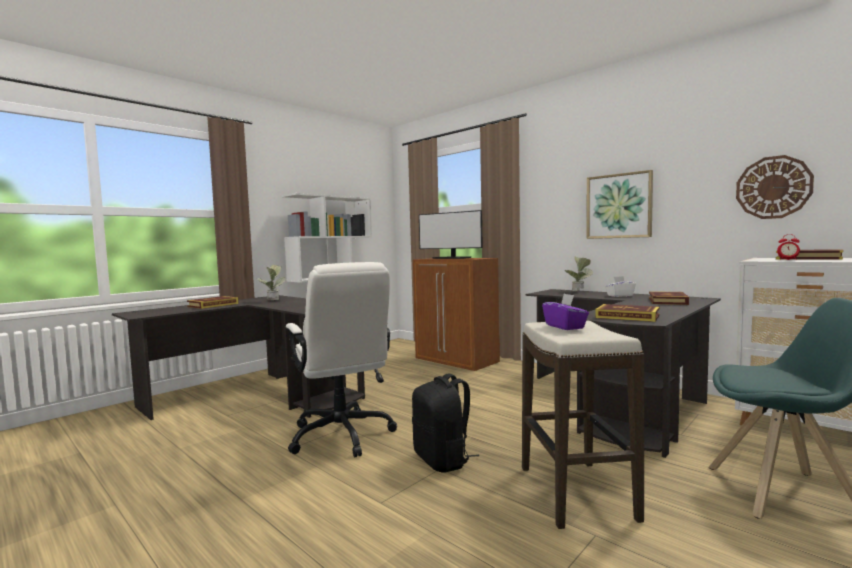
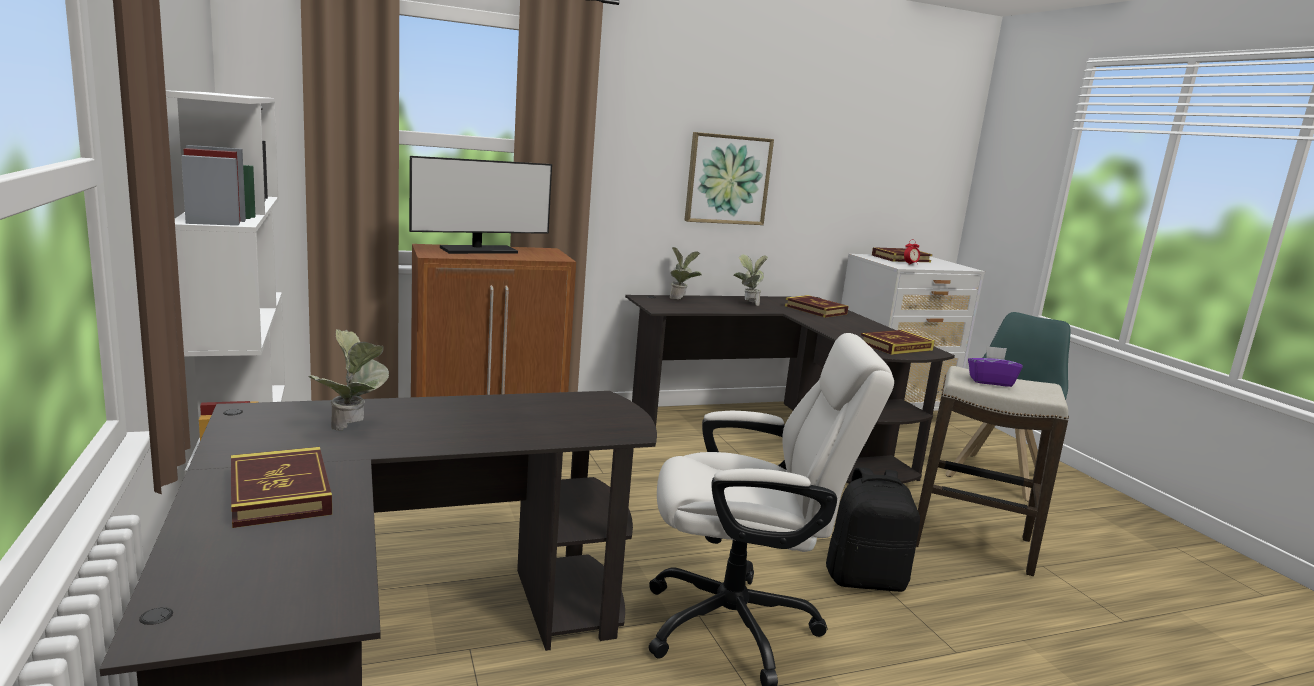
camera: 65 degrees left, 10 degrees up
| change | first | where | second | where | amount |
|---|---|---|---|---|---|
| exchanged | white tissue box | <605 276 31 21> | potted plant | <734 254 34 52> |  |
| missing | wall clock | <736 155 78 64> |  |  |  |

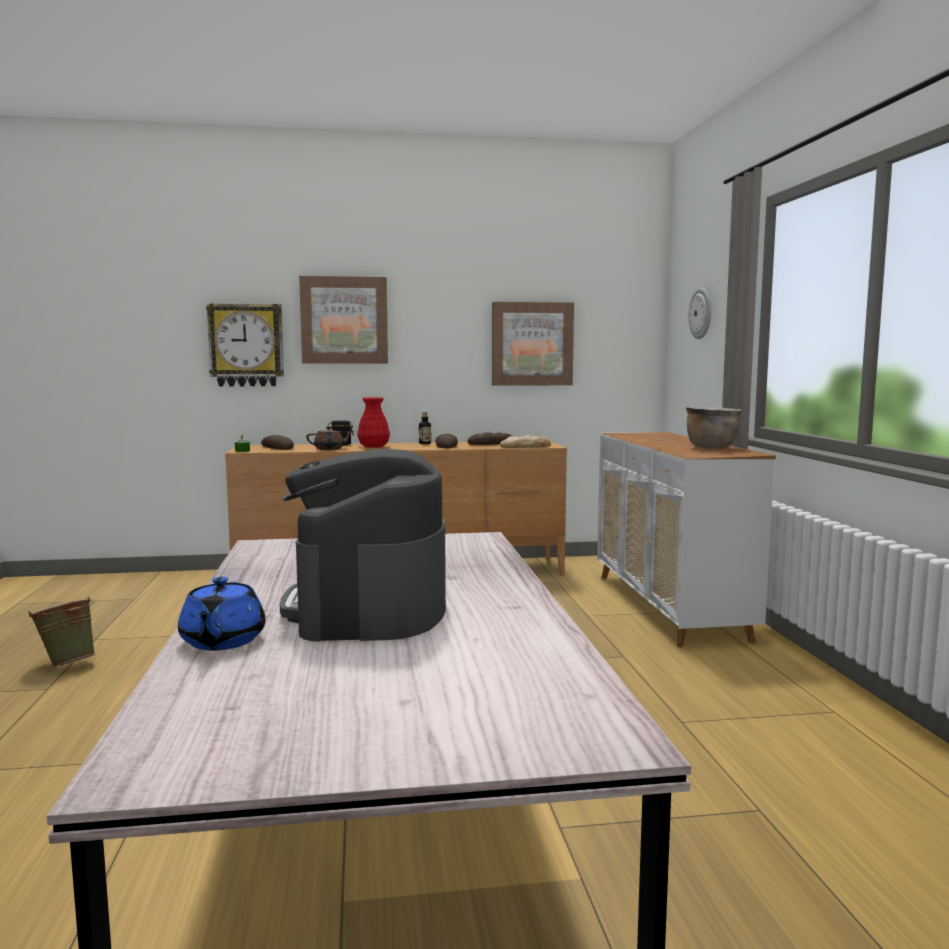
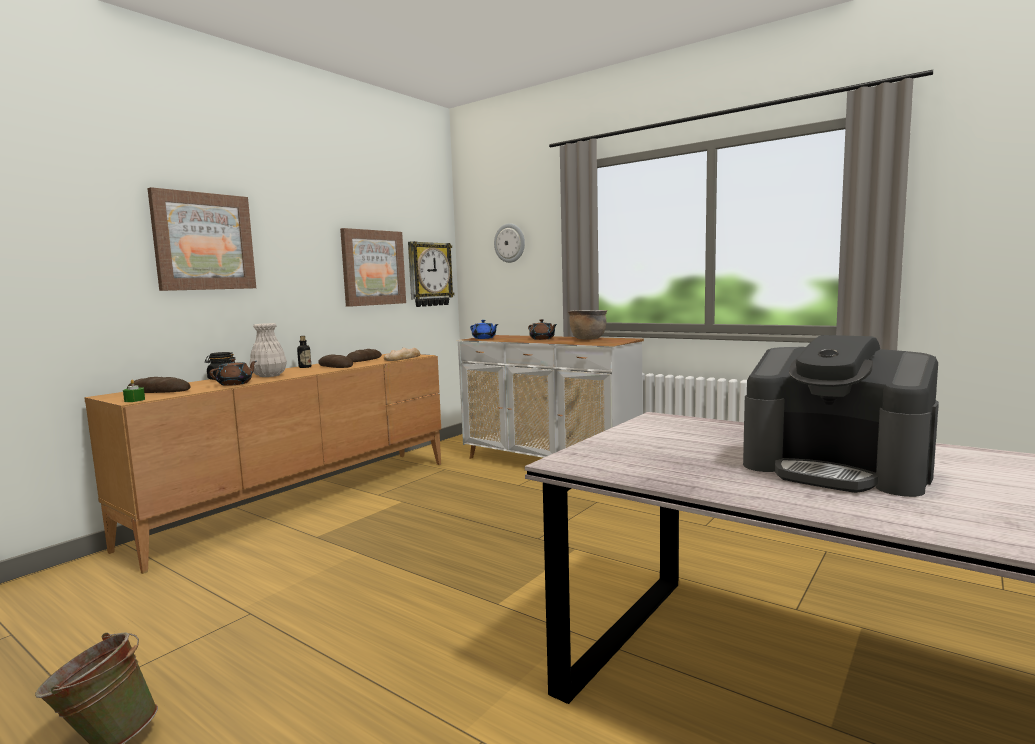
camera: 45 degrees left, 0 degrees up
| change | first | where | second | where | amount |
|---|---|---|---|---|---|
| relocated | blue teapot | <178 577 88 73> |  | <470 320 28 19> |  |
| relocated | wall clock | <206 303 78 84> |  | <408 241 47 66> |  |
| colour | red vase | <357 397 33 51> | white vase | <249 323 38 54> |  |
| appeared |  |  | brown teapot | <528 319 29 21> |  |

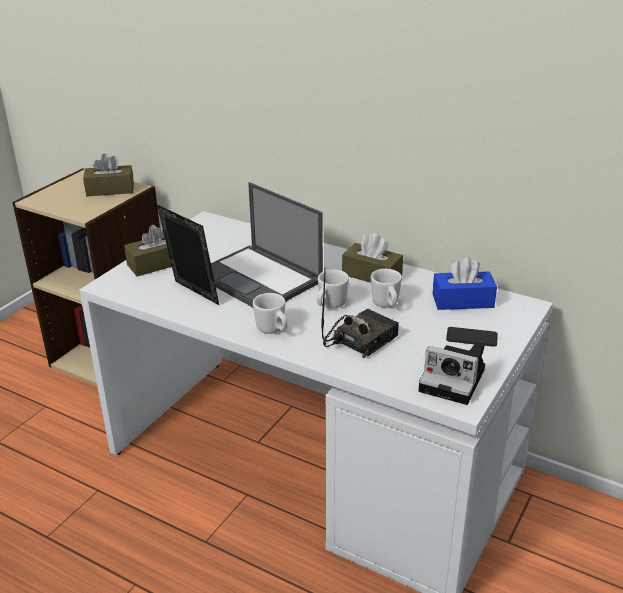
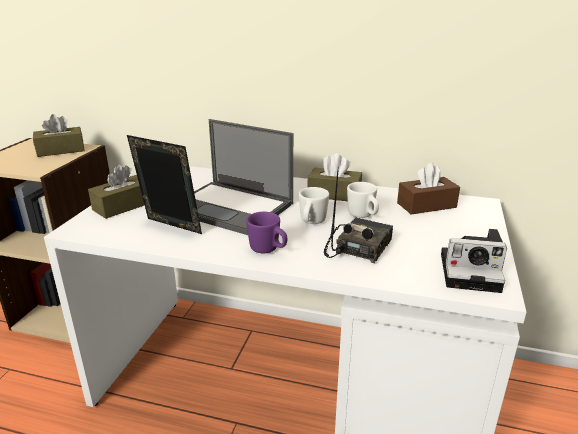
camera: 15 degrees left, 5 degrees down
| change | first | where | second | where | amount |
|---|---|---|---|---|---|
| colour | white mug | <253 293 35 41> | purple mug | <246 212 41 41> |  |
| colour | blue tissue box | <433 257 64 53> | brown tissue box | <397 163 63 51> |  |
| missing | phone | <446 327 52 20> |  |  |  |

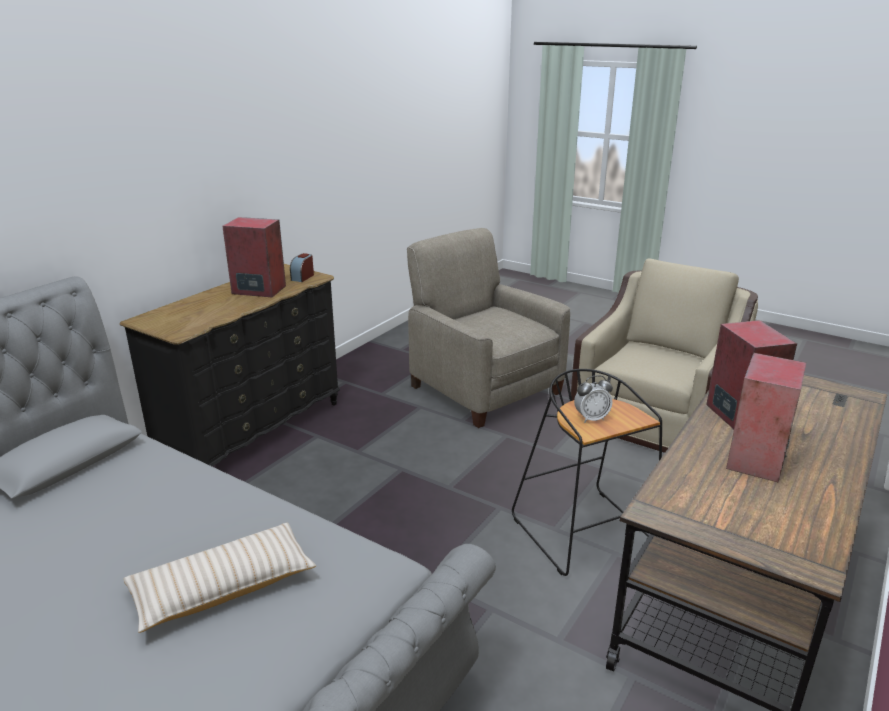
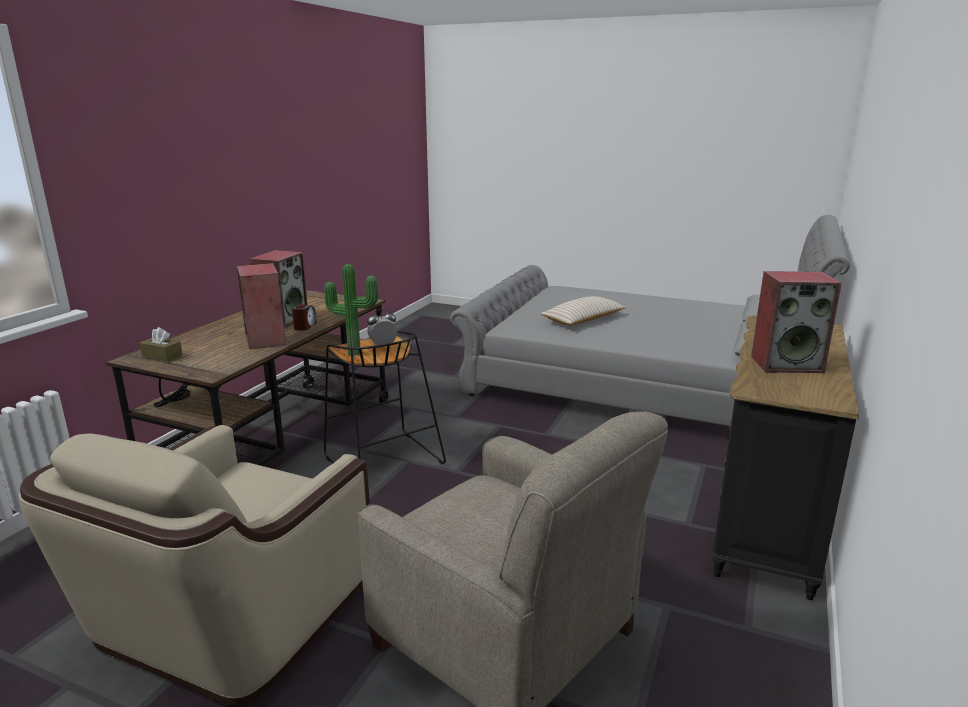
camera: 170 degrees right, 5 degrees down
| change | first | where | second | where | amount |
|---|---|---|---|---|---|
| relocated | alarm clock | <290 253 24 29> |  | <292 304 25 27> |  |
| appeared |  |  | brown tissue box | <139 327 44 35> |  |
| appeared |  |  | potted plant | <324 264 55 92> |  |

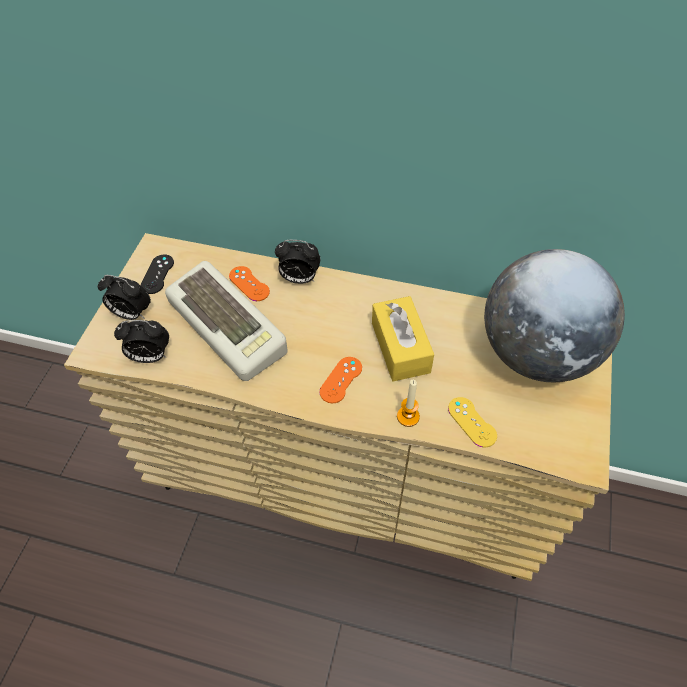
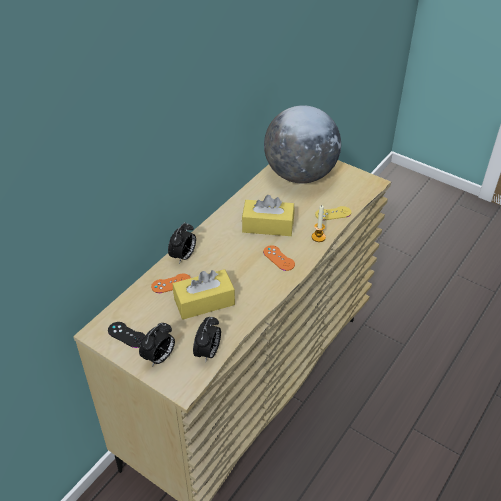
camera: 70 degrees left, 10 degrees down
| change | first | where | second | where | amount |
|---|---|---|---|---|---|
| exchanged | keyboard | <165 261 123 120> | yellow tissue box | <173 269 62 50> |  |

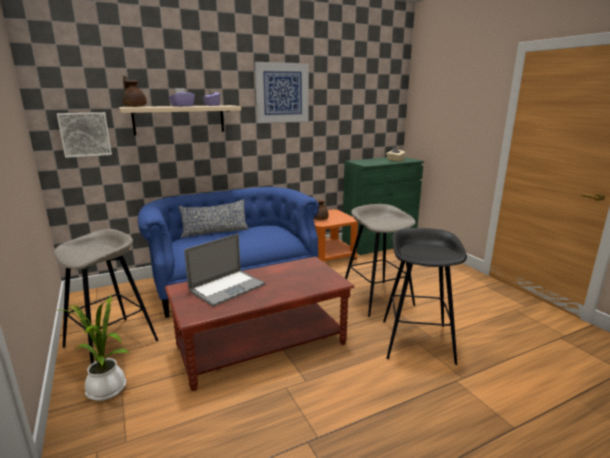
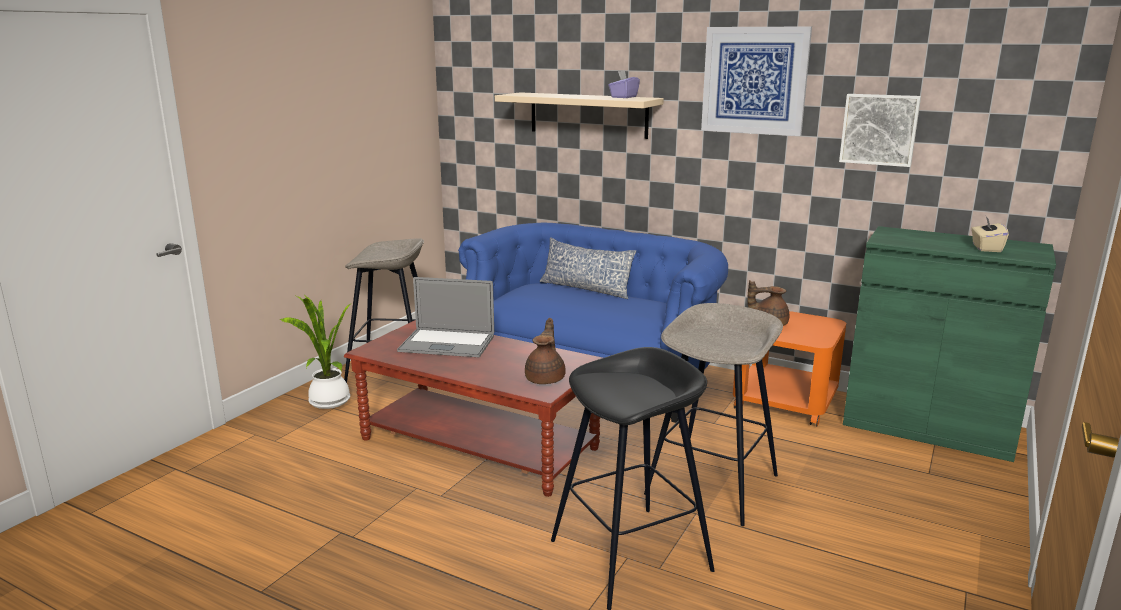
camera: 55 degrees right, 0 degrees up
| change | first | where | second | where | amount |
|---|---|---|---|---|---|
| relocated | picture | <57 112 55 46> |  | <839 94 82 73> |  |
| relocated | brown teapot | <123 75 24 32> |  | <525 318 41 66> |  |
| missing | purple tissue box | <169 88 26 19> |  |  |  |

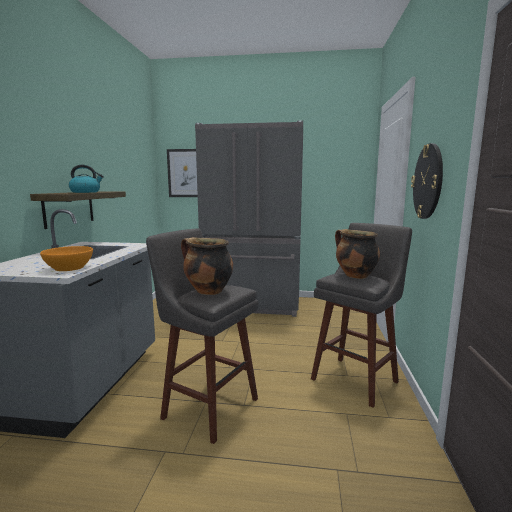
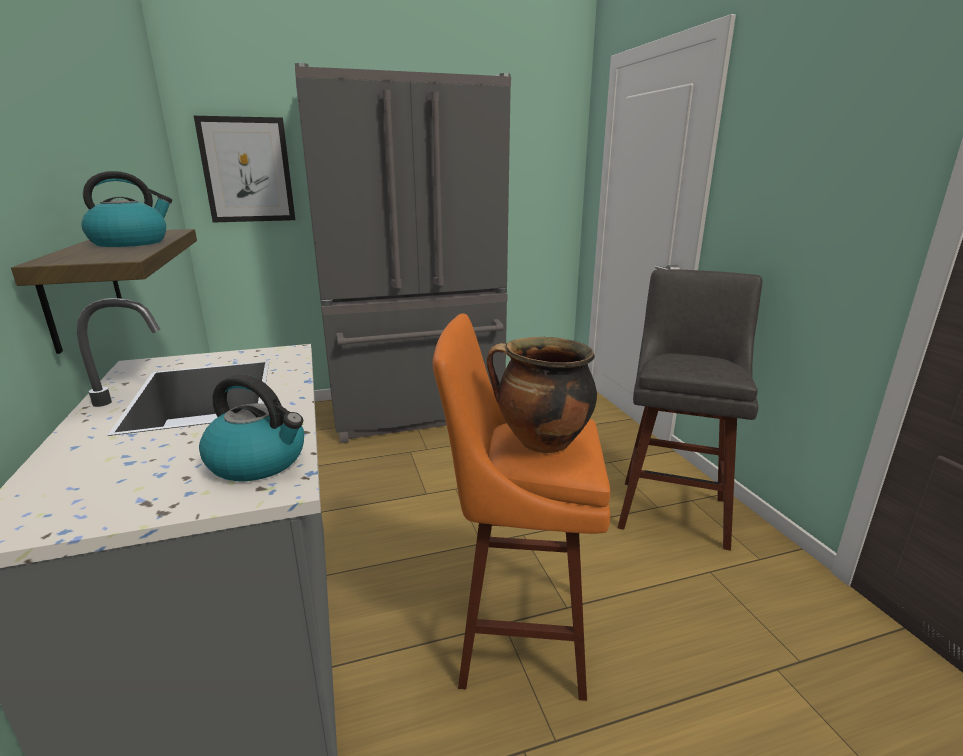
camera: 25 degrees left, 10 degrees up
| change | first | where | second | where | amount |
|---|---|---|---|---|---|
| exchanged | orange bowl | <40 246 53 25> | kettle | <199 374 105 107> |  |
| colour | grey stool | <146 228 113 216> | orange stool | <433 314 177 387> |  |
| missing | cooking pot | <335 229 45 50> |  |  |  |
| missing | wall clock | <411 143 32 76> |  |  |  |

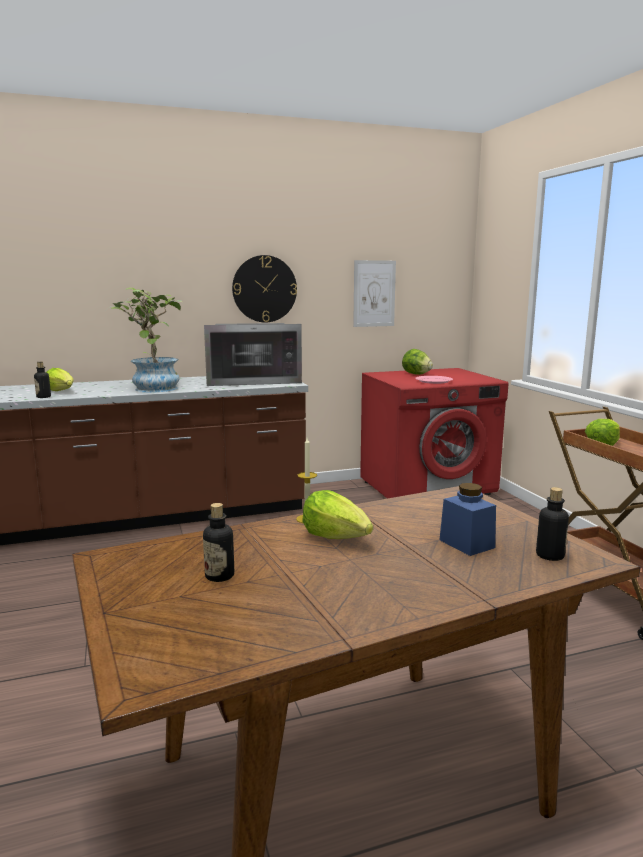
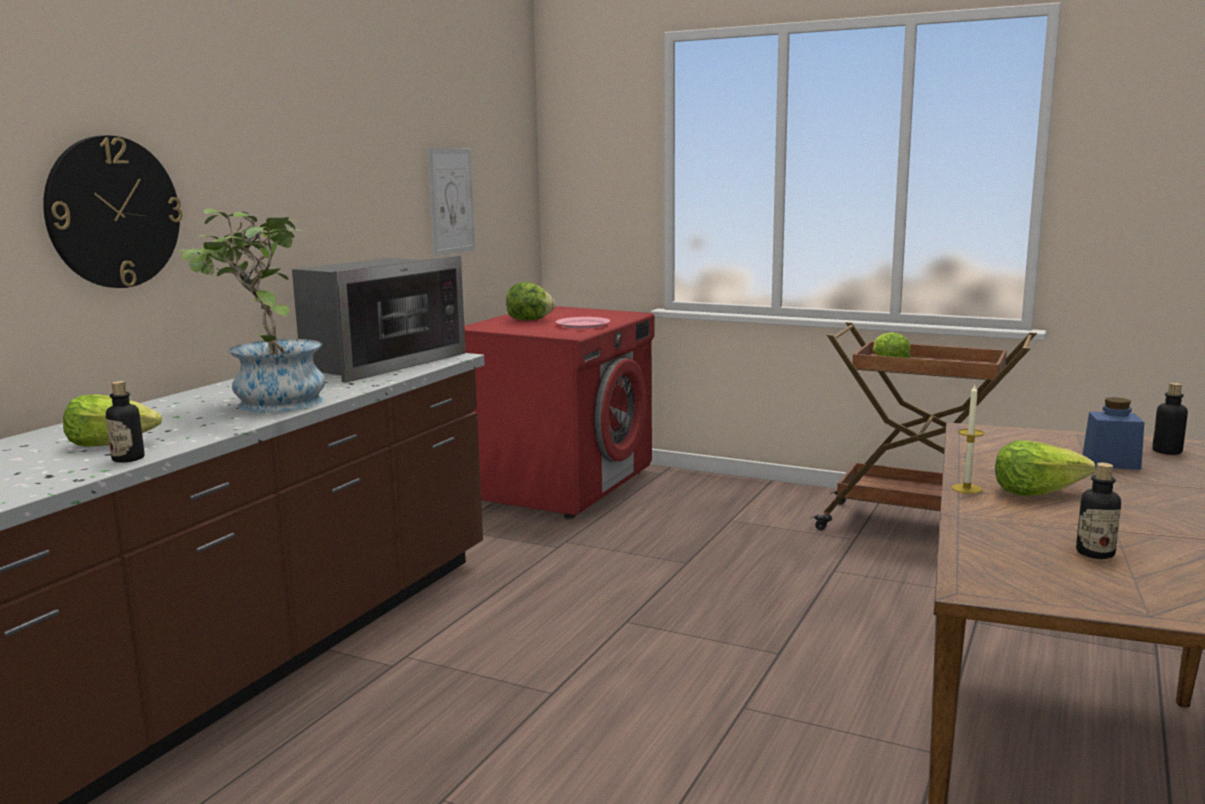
camera: 45 degrees left, 0 degrees up
| change | first | where | second | where | amount |
|---|---|---|---|---|---|
| relocated | wall clock | <232 255 65 67> |  | <43 135 139 153> |  |

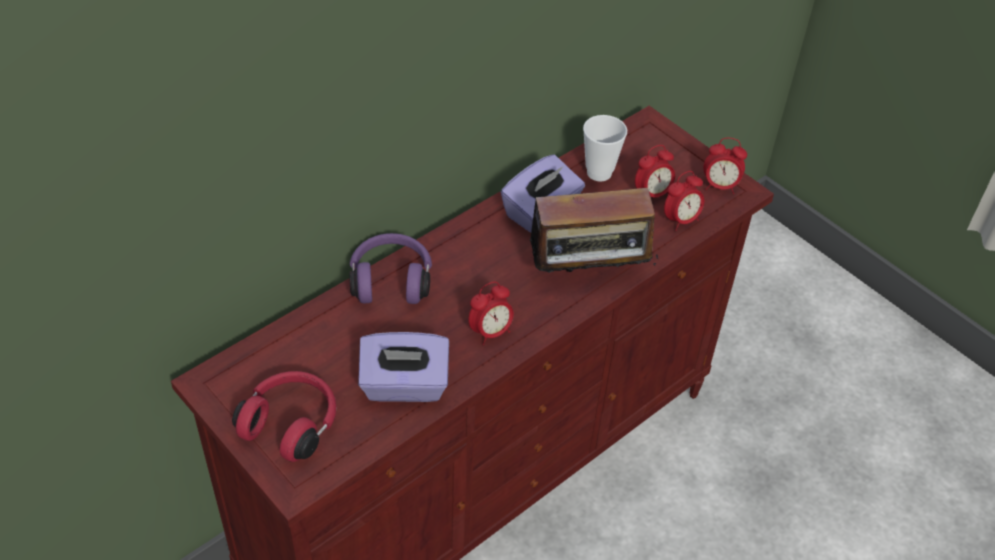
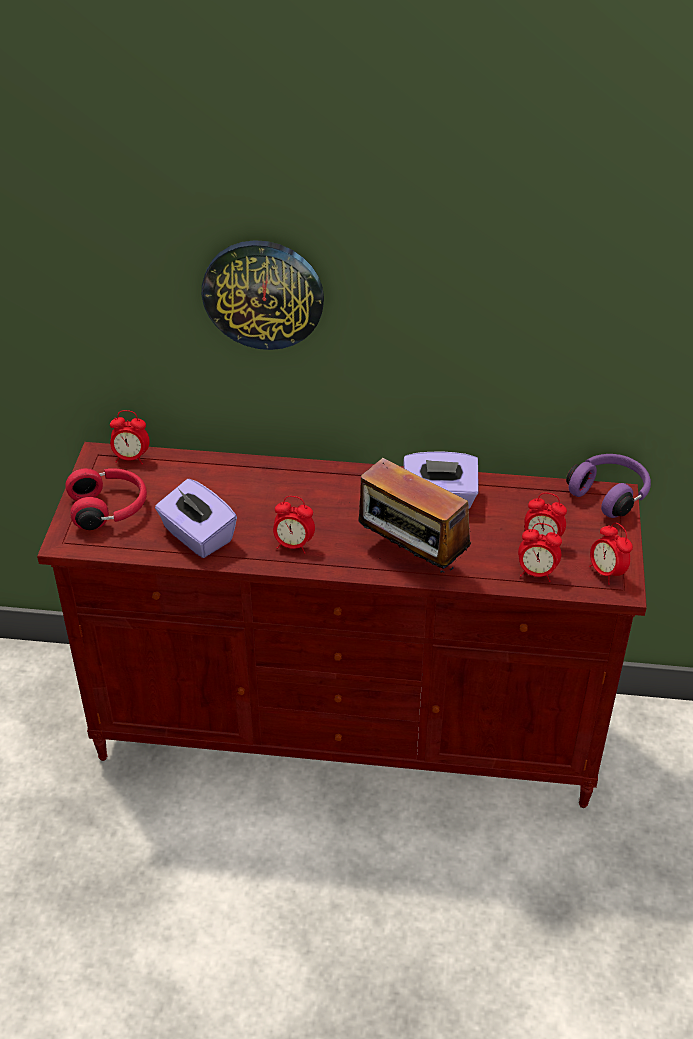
camera: 50 degrees right, 5 degrees down
| change | first | where | second | where | amount |
|---|---|---|---|---|---|
| relocated | purple headphones | <349 233 83 71> |  | <566 454 85 64> |  |
| missing | cup | <583 115 44 67> |  |  |  |
| appeared |  |  | alarm clock | <110 410 40 54> |  |
| appeared |  |  | wall clock | <202 240 122 110> |  |

